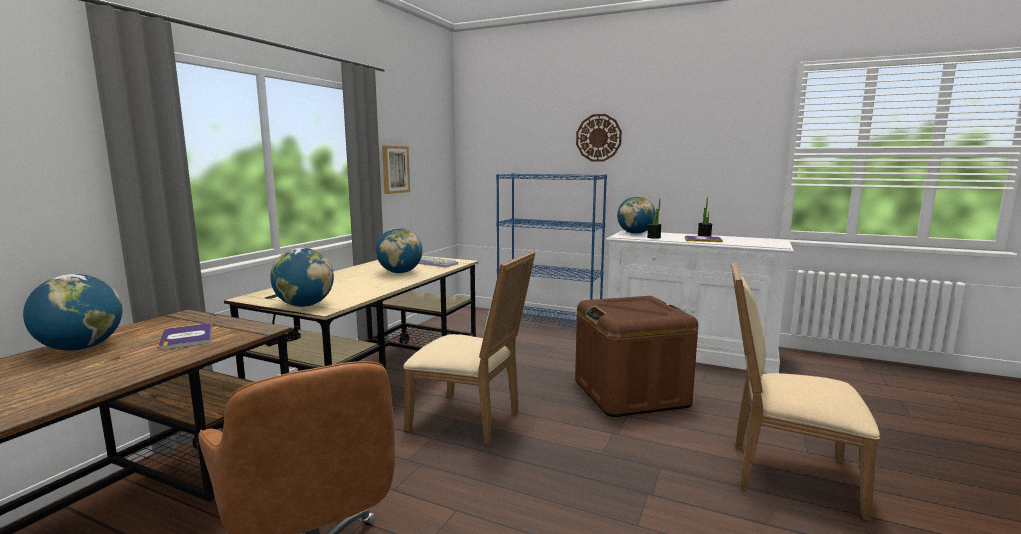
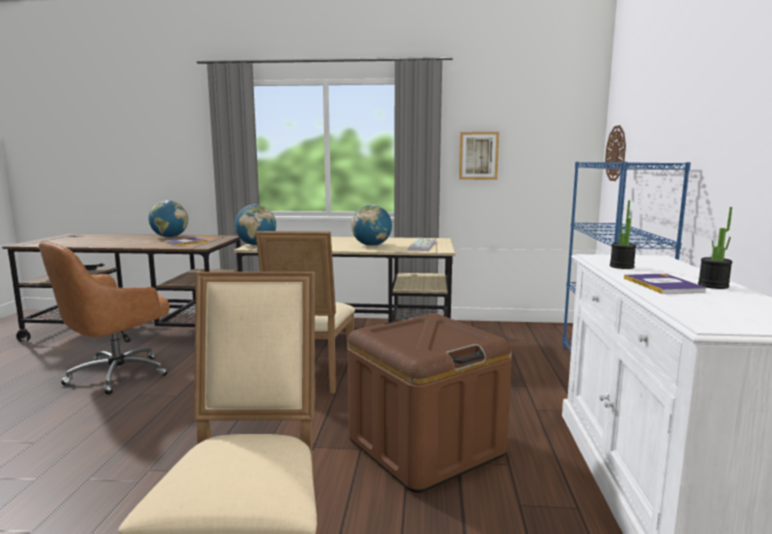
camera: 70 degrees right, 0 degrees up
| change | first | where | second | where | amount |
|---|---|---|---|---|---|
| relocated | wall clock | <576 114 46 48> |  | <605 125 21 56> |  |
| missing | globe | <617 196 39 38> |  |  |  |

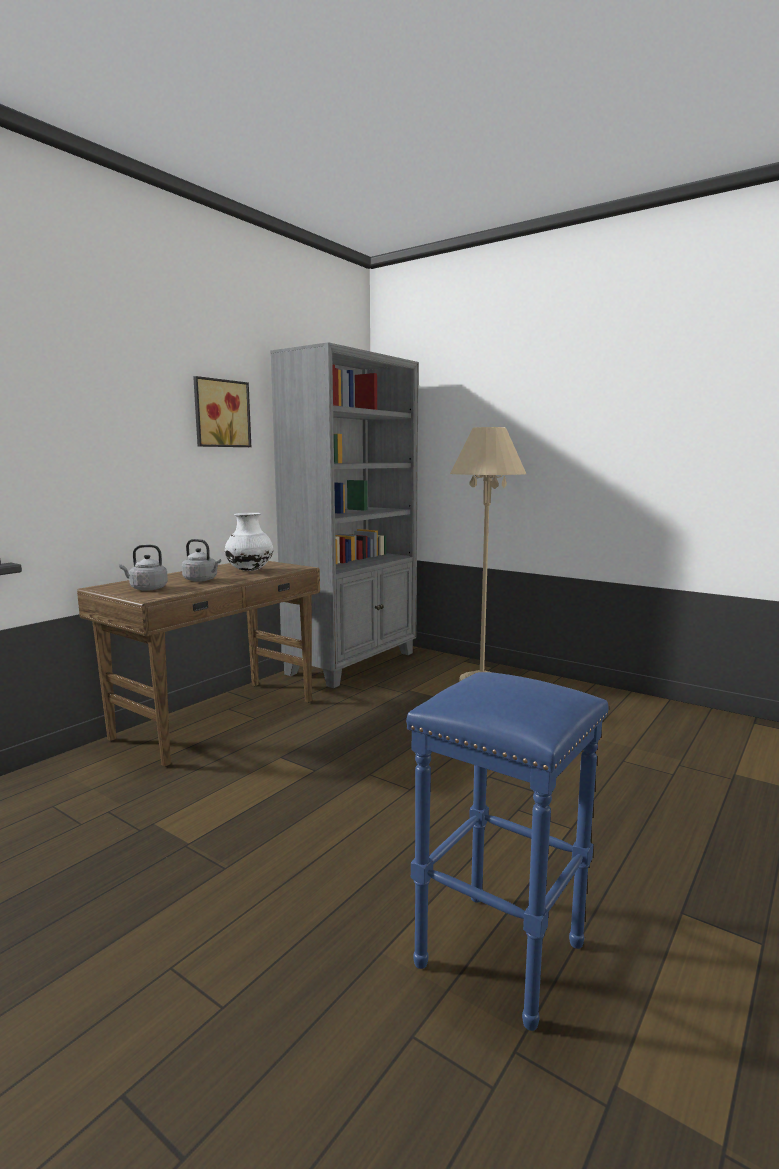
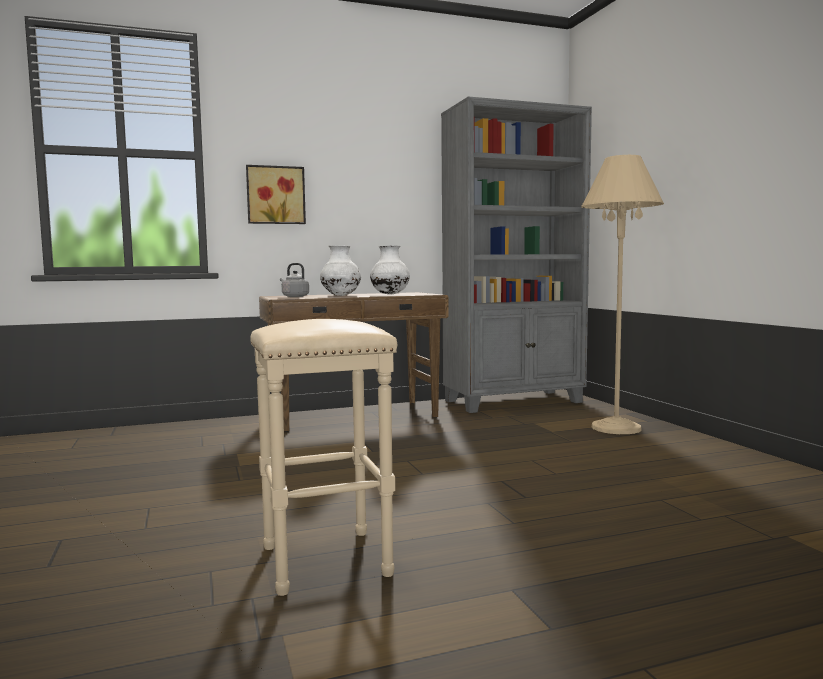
camera: 35 degrees right, 5 degrees down
| change | first | where | second | where | amount |
|---|---|---|---|---|---|
| exchanged | grey kettle | <182 539 39 43> | white vase | <320 245 41 51> |  |
| relocated | picture | <193 376 58 71> |  | <246 165 60 59> |  |
| colour | blue stool | <406 672 203 359> | beige stool | <250 319 147 277> |  |

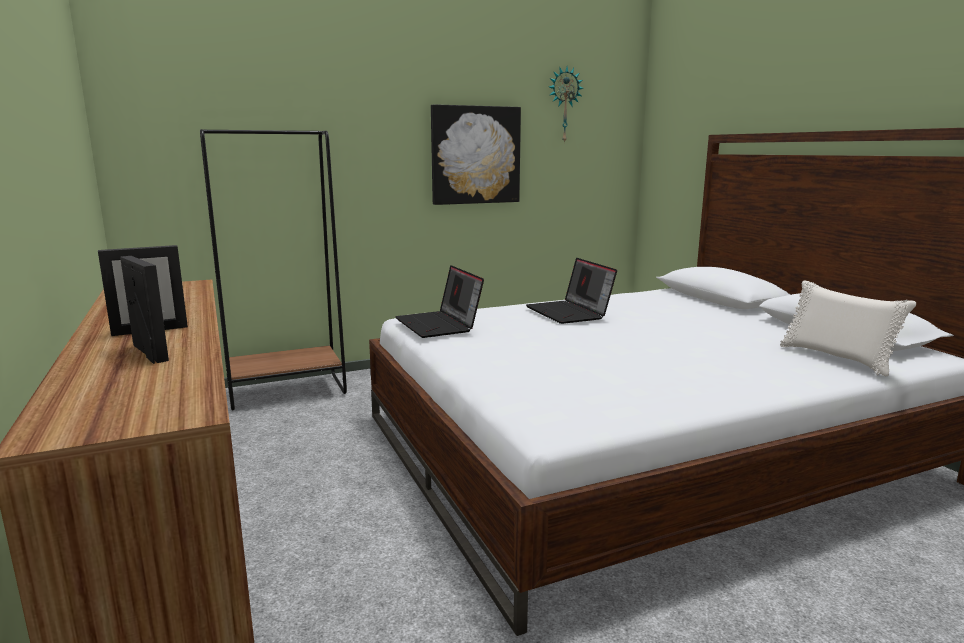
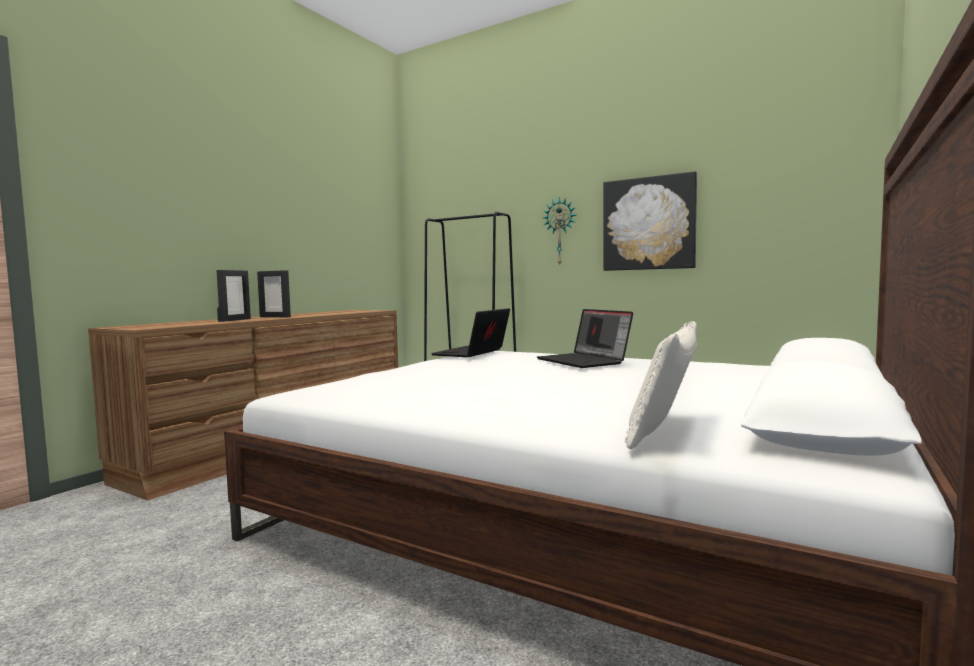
camera: 55 degrees right, 10 degrees down
| change | first | where | second | where | amount |
|---|---|---|---|---|---|
| spun | laptop | <526 258 91 66> |  | <537 309 96 59> | 60 degrees counterclockwise |
| relocated | wall clock | <549 66 35 77> |  | <543 197 33 69> |  |

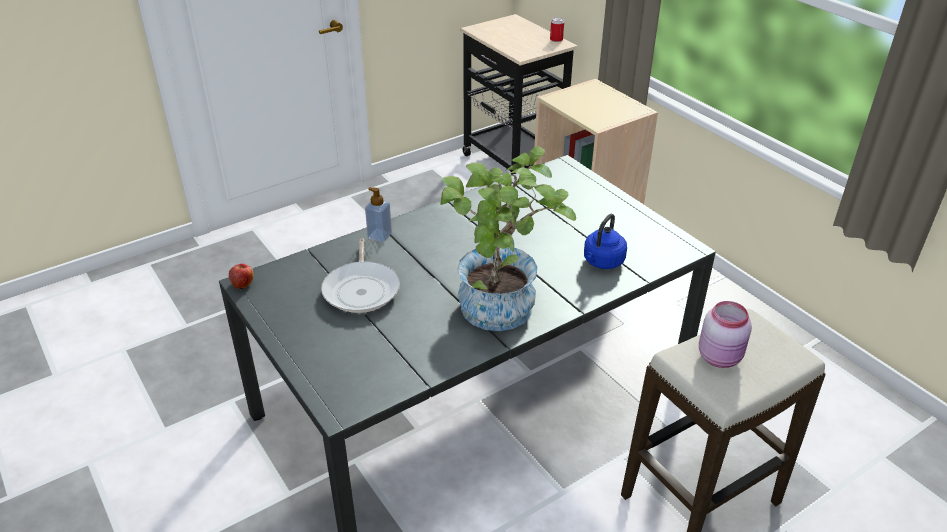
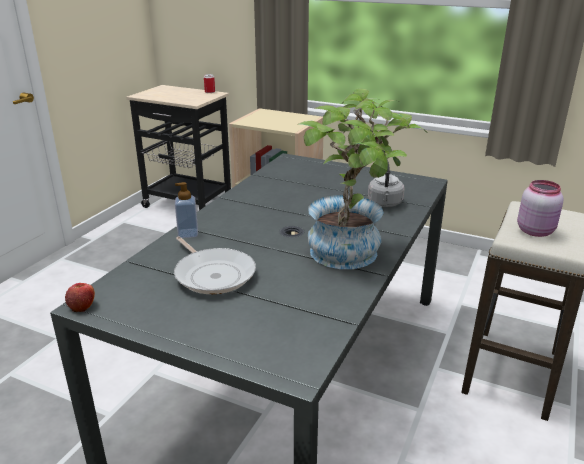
camera: 30 degrees left, 10 degrees down
| change | first | where | second | where | amount |
|---|---|---|---|---|---|
| colour | blue kettle | <584 214 43 55> | grey kettle | <368 160 37 47> |  |

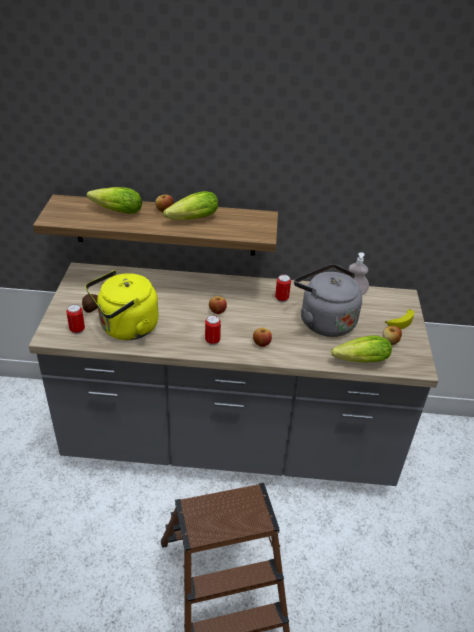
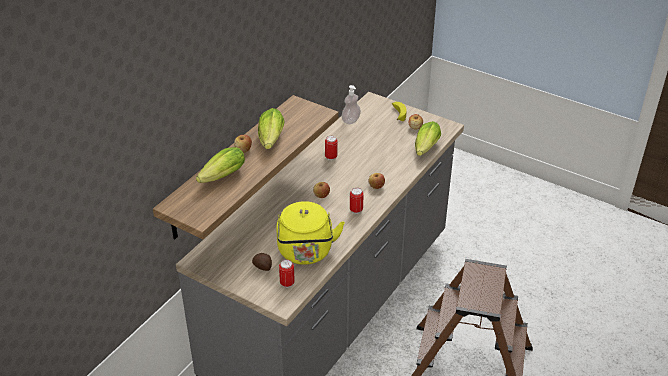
camera: 60 degrees left, 0 degrees up
| change | first | where | second | where | amount |
|---|---|---|---|---|---|
| missing | grey kettle | <294 264 68 73> |  |  |  |

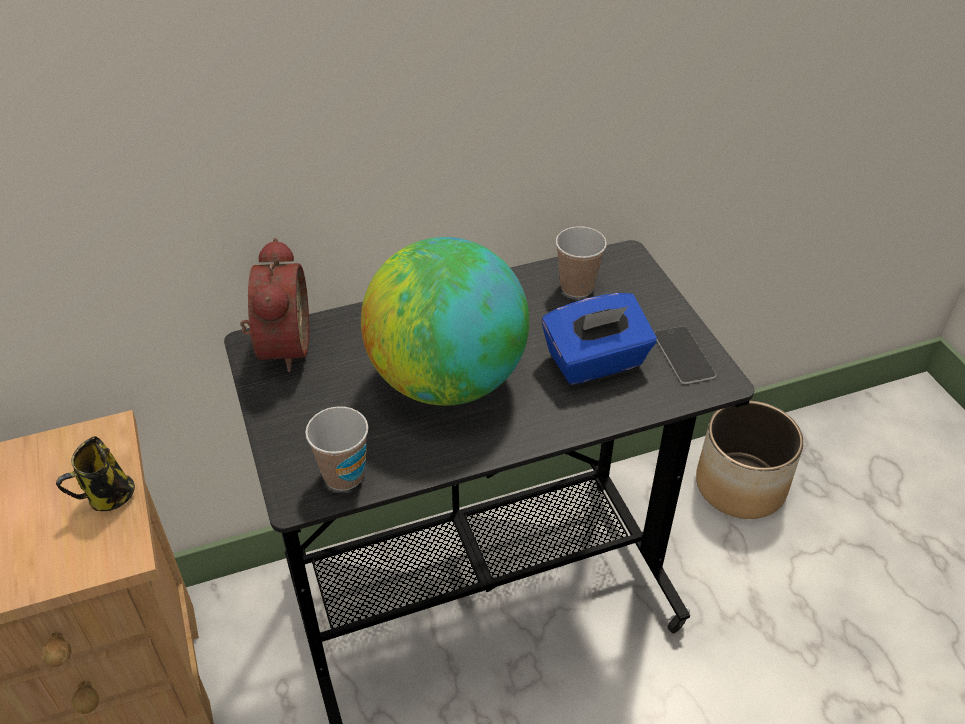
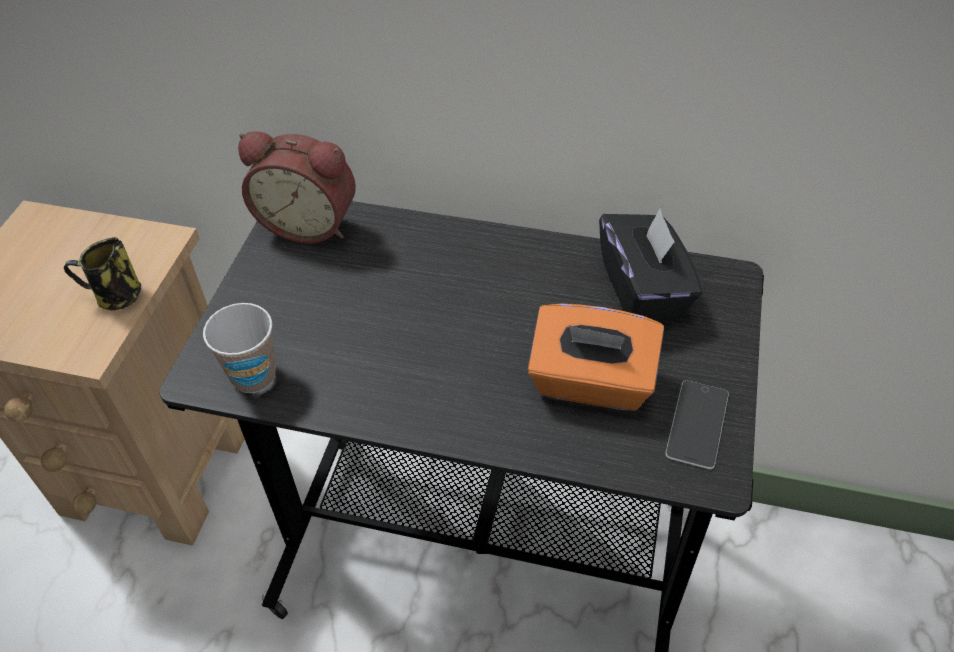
camera: 35 degrees right, 5 degrees up
| change | first | where | second | where | amount |
|---|---|---|---|---|---|
| spun | alarm clock | <240 238 69 134> |  | <238 131 118 113> | 75 degrees clockwise |
| missing | globe | <361 237 168 169> |  |  |  |
| colour | blue tissue box | <542 293 115 92> | orange tissue box | <528 304 136 107> |  |
| exchanged | cup | <555 226 52 71> | black tissue box | <599 207 103 114> |  |
| missing | planter | <696 401 108 118> |  |  |  |

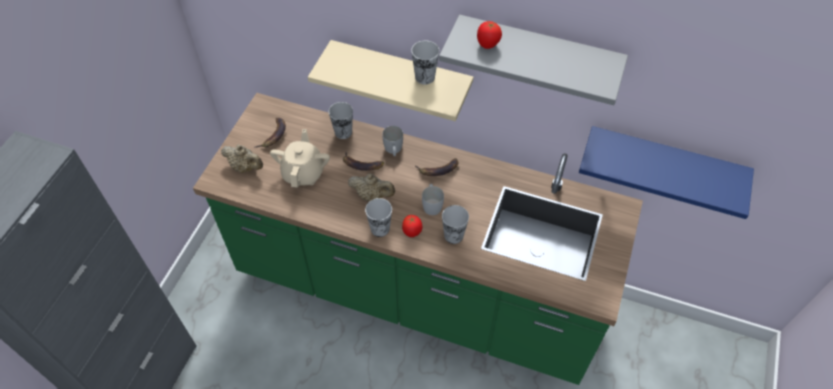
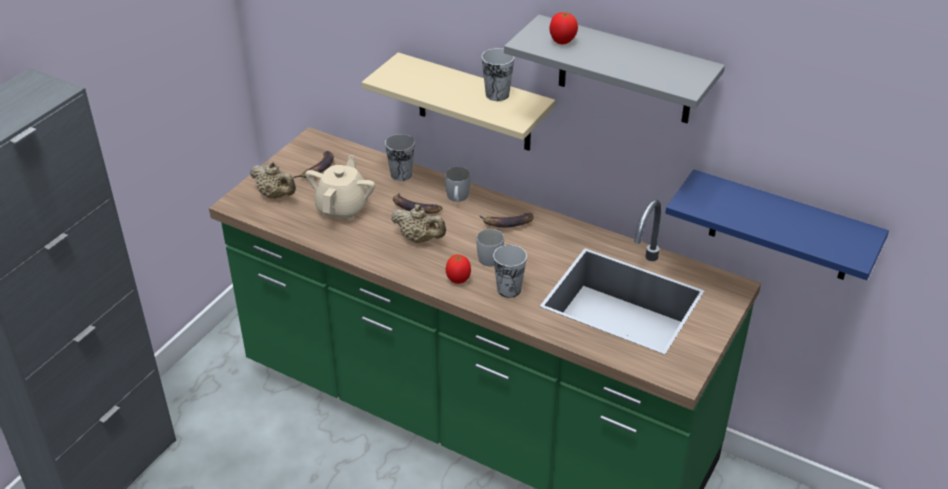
camera: 10 degrees right, 15 degrees down
| change | first | where | second | where | amount |
|---|---|---|---|---|---|
| missing | cup | <365 198 27 39> |  |  |  |

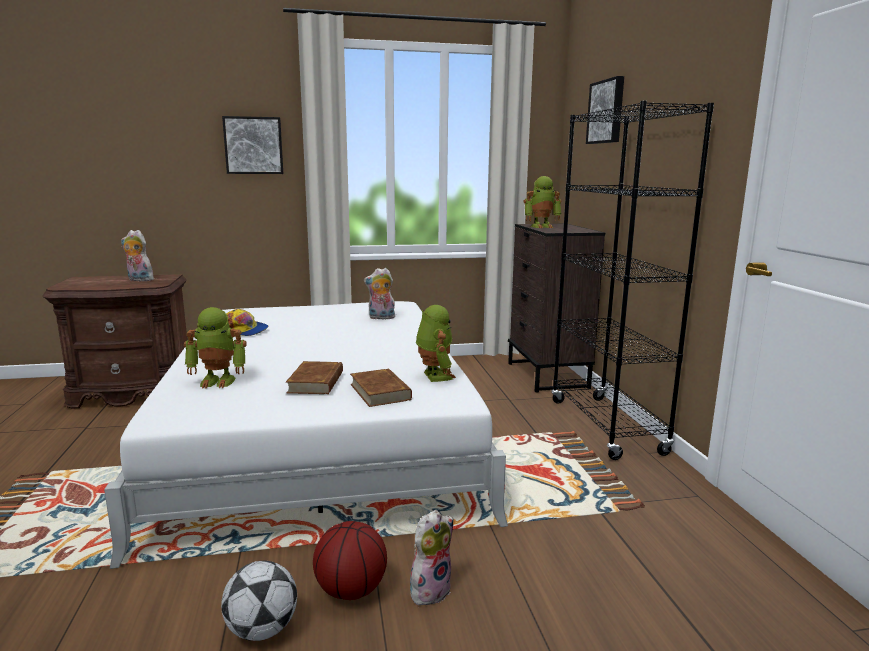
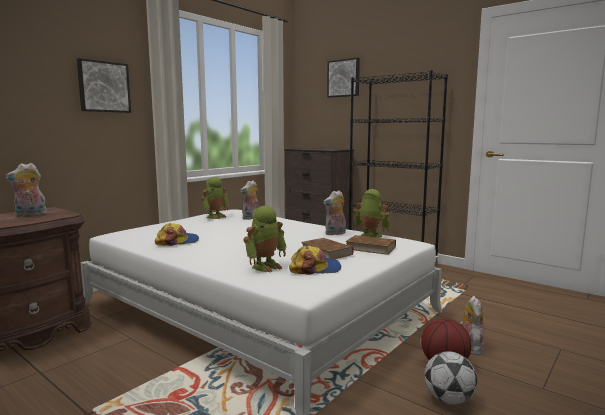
camera: 40 degrees left, 5 degrees down
| change | first | where | second | where | amount |
|---|---|---|---|---|---|
| relocated | toy robot | <524 176 38 52> |  | <201 177 28 42> |  |
| appeared |  |  | cap | <289 245 52 30> |  |
| appeared |  |  | plush toy | <323 190 23 46> |  |

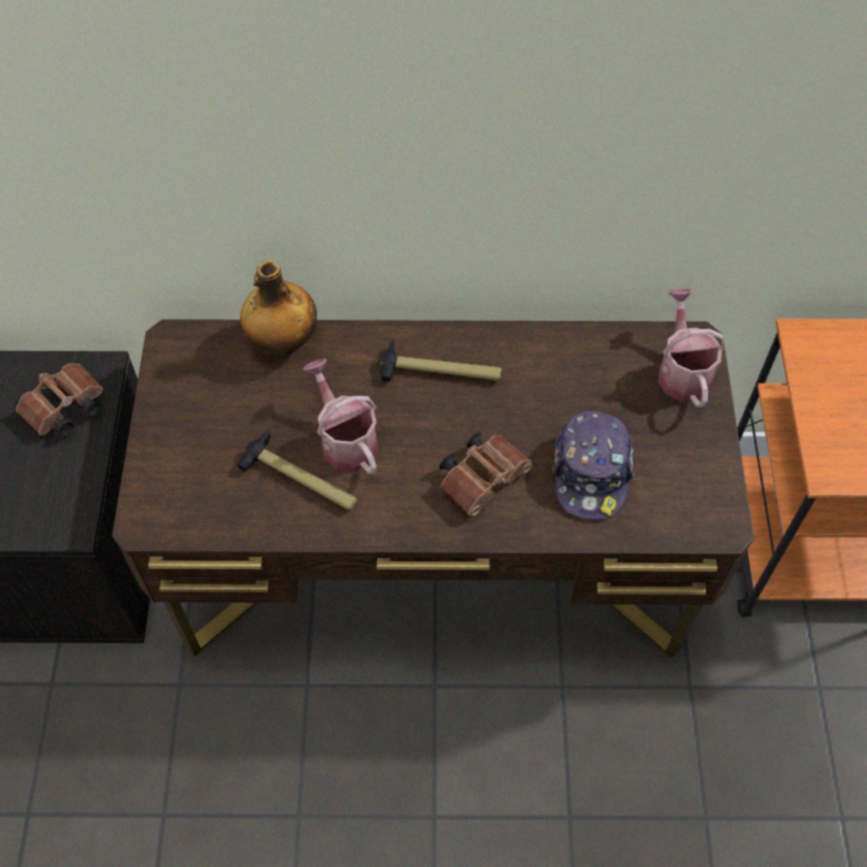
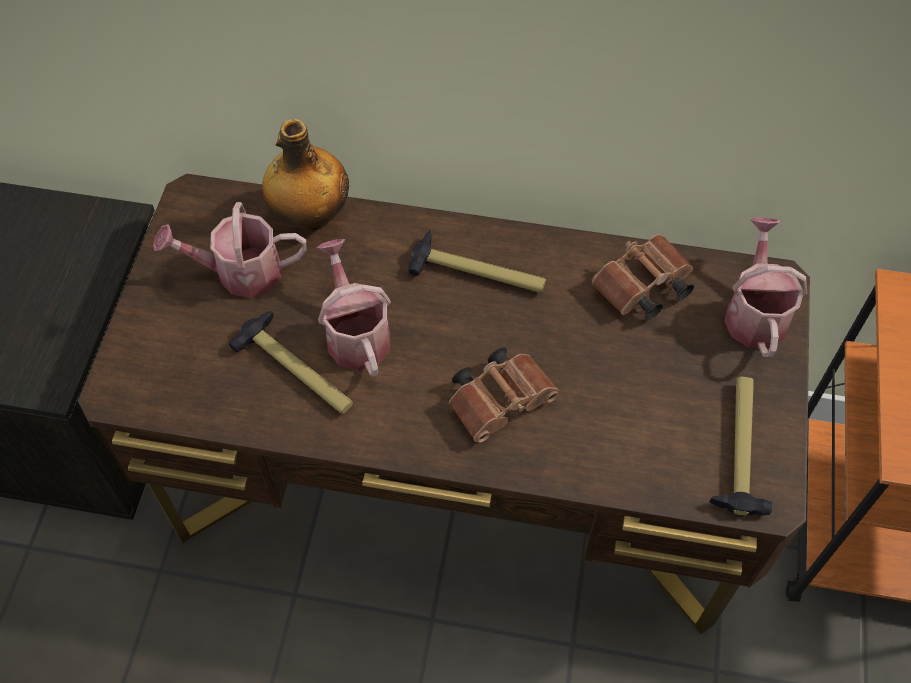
camera: 10 degrees right, 0 degrees up
| change | first | where | second | where | amount |
|---|---|---|---|---|---|
| relocated | brown binoculars | <16 363 87 74> |  | <592 234 102 87> |  |
| missing | cap | <553 411 81 109> |  |  |  |
| appeared |  |  | watering can | <153 202 154 96> |  |
| appeared |  |  | hammer | <709 377 63 139> |  |

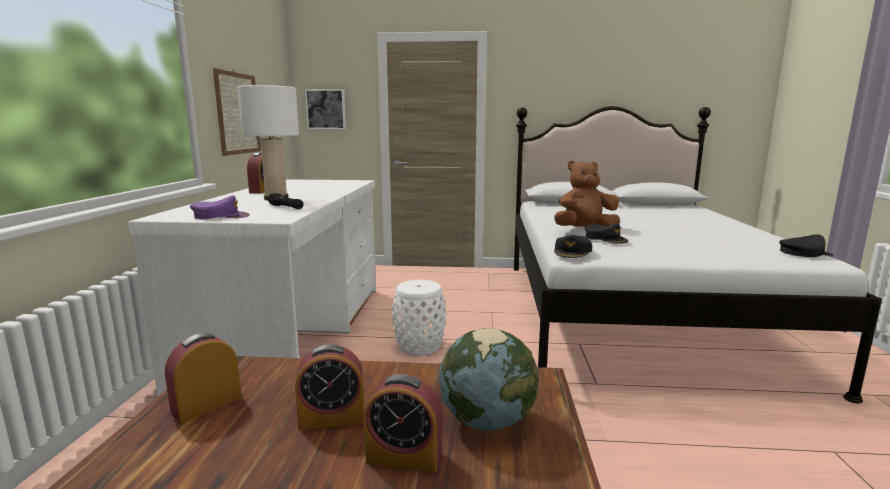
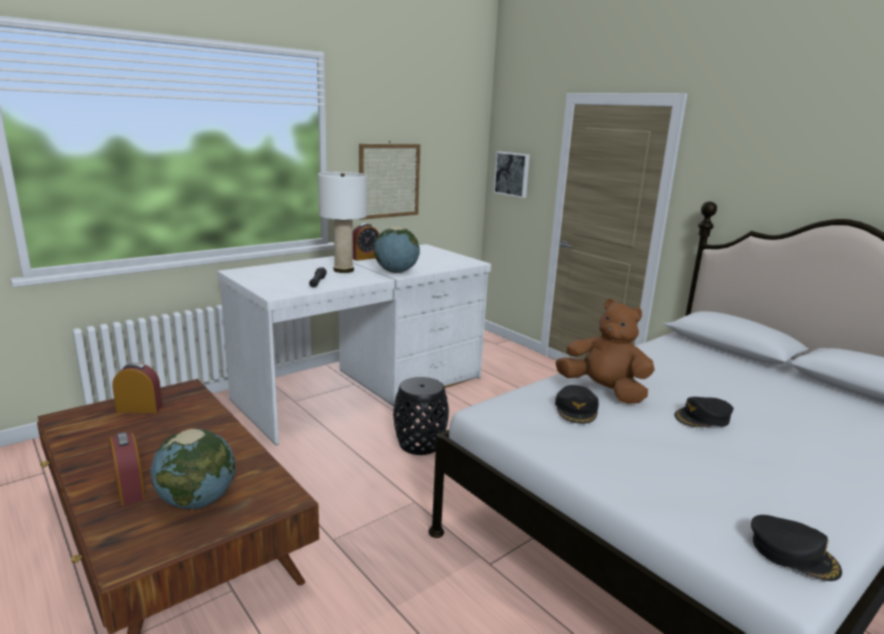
camera: 45 degrees right, 5 degrees up
| change | first | where | second | where | amount |
|---|---|---|---|---|---|
| missing | purple cap | <190 195 60 24> |  |  |  |
| missing | alarm clock | <295 344 69 87> |  |  |  |
| colour | white stool | <392 280 55 76> | black stool | <393 377 56 78> |  |
| relocated | black cap | <554 235 38 23> |  | <674 397 59 30> |  |
| appeared |  |  | globe | <374 227 46 46> |  |

